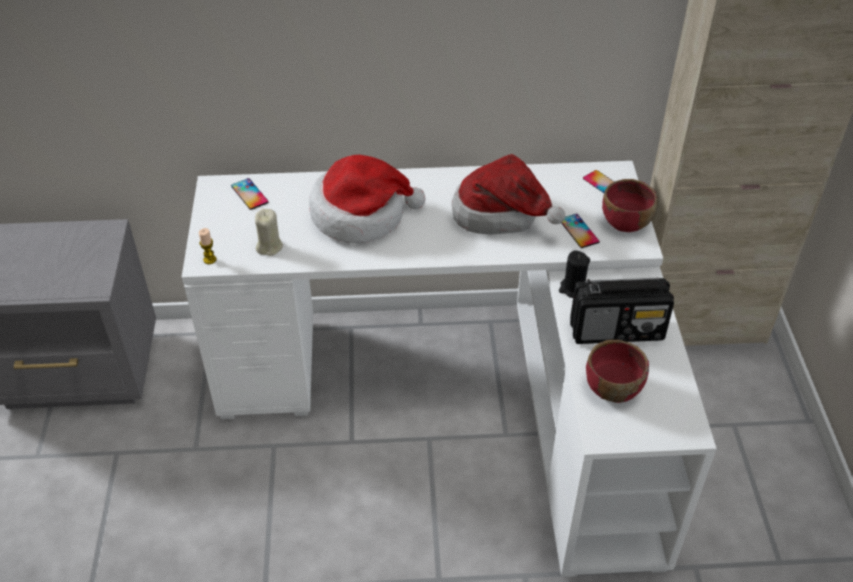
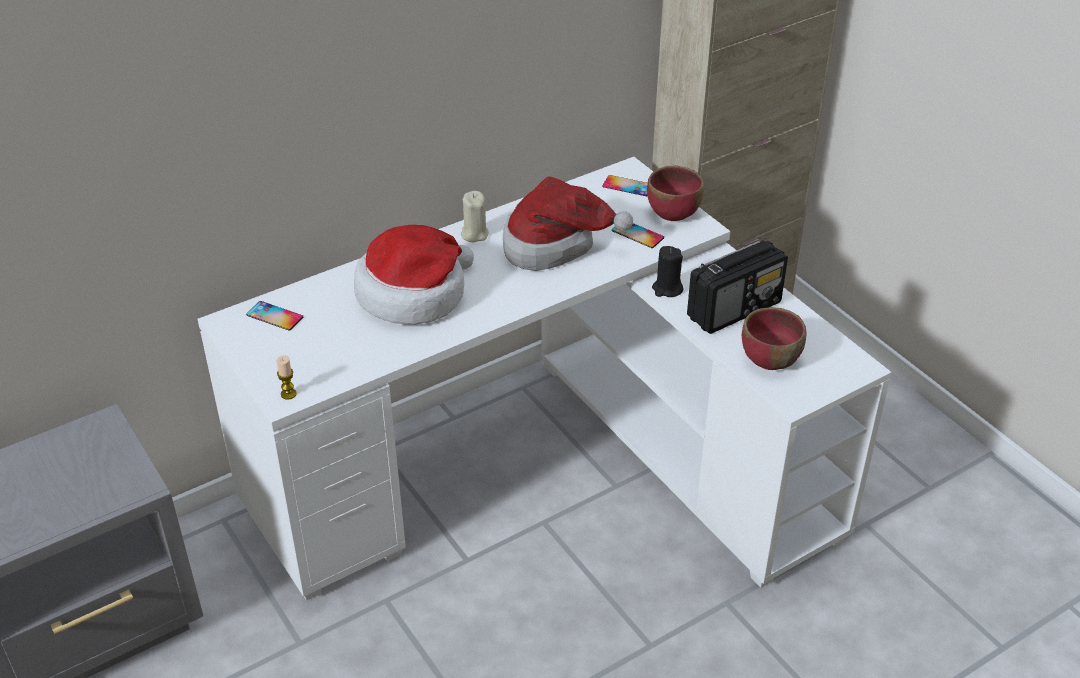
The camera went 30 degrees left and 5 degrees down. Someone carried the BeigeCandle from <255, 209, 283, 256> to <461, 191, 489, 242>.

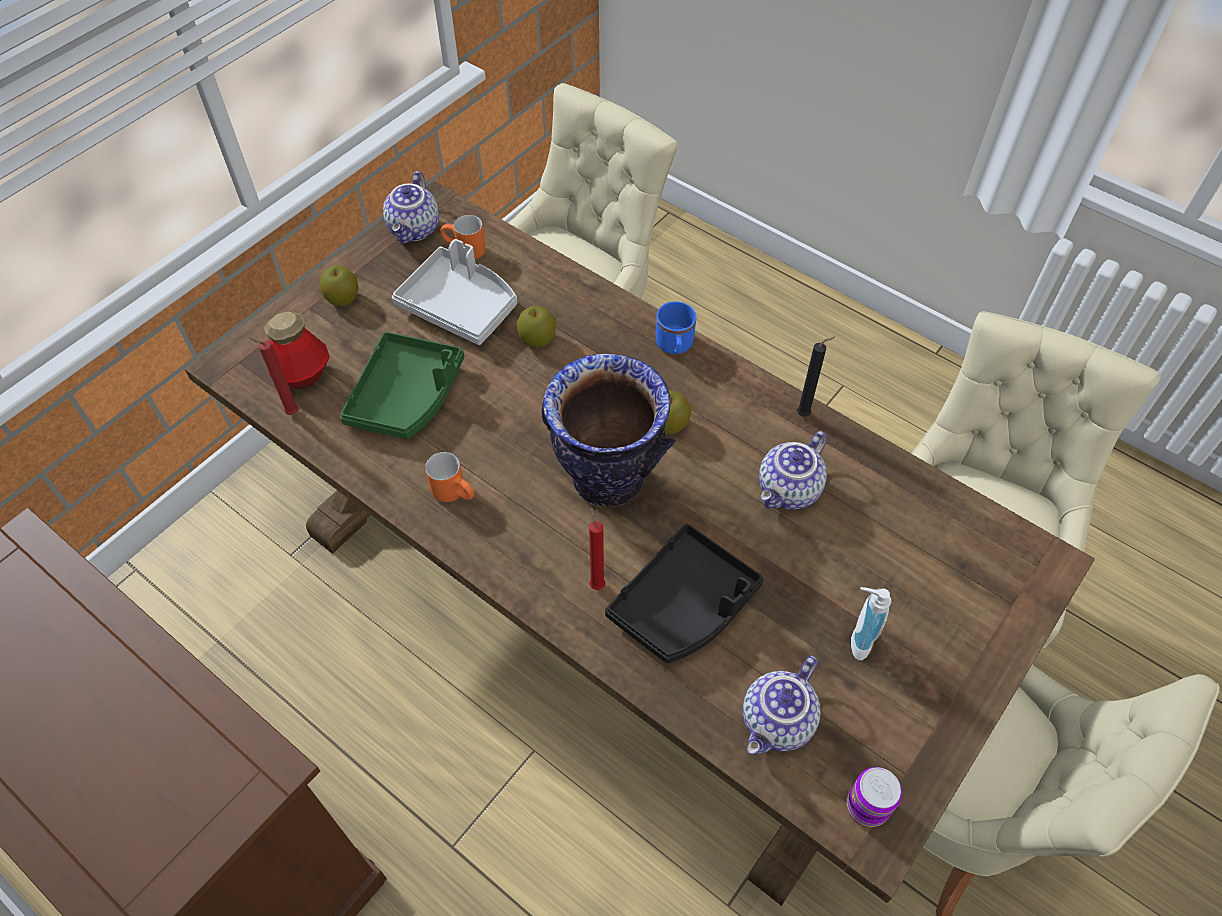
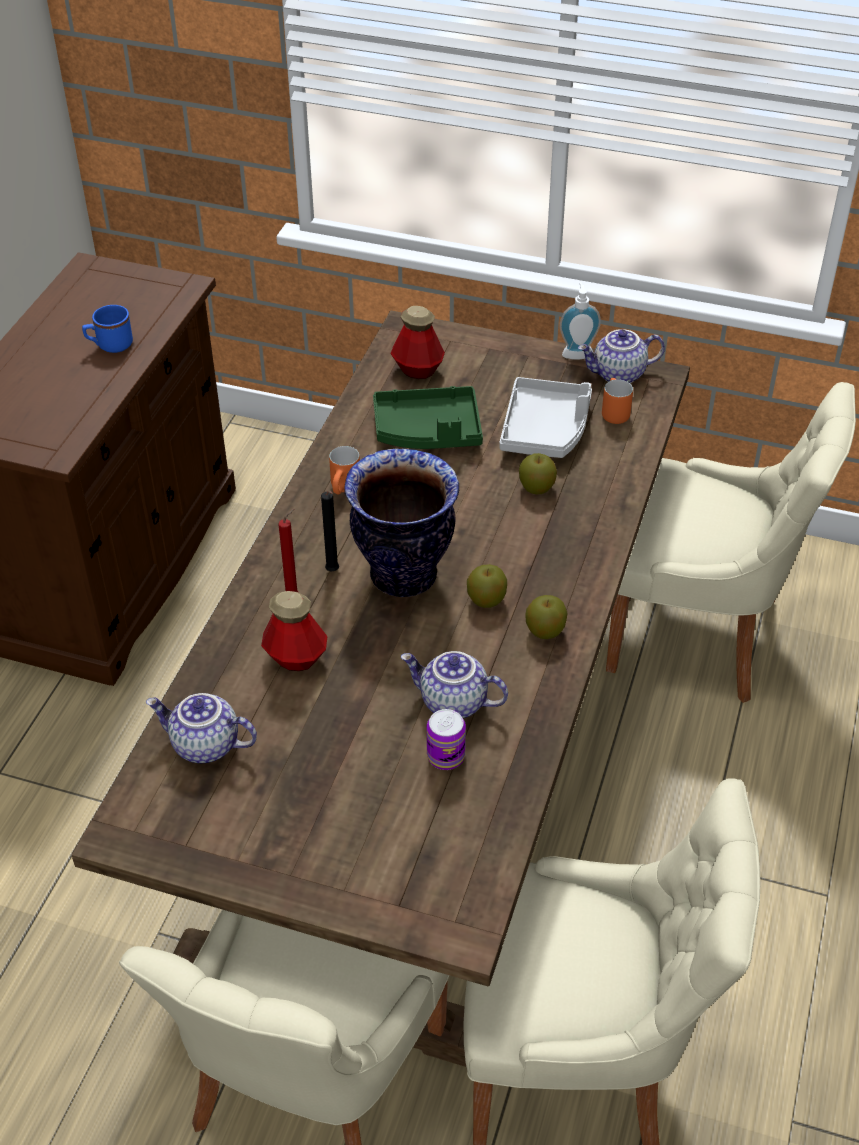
The camera went 70 degrees right and 10 degrees down. Someone carried the BlueMug from <656, 301, 696, 354> to <82, 305, 133, 353>. Someone swapped the BlackTray at <605, 524, 764, 663> for the Bottle at <261, 591, 328, 671>. Someone carried the BlackCandle from <797, 337, 835, 417> to <321, 491, 339, 572>. Someone carried the Can from <847, 767, 902, 827> to <427, 709, 466, 770>. Someone carried the Apple from <319, 265, 359, 306> to <525, 595, 568, 639>. Someone carried the SoapDispenser from <851, 587, 891, 660> to <560, 282, 601, 360>. Someone took away the RedCandle at <248, 337, 299, 415>.

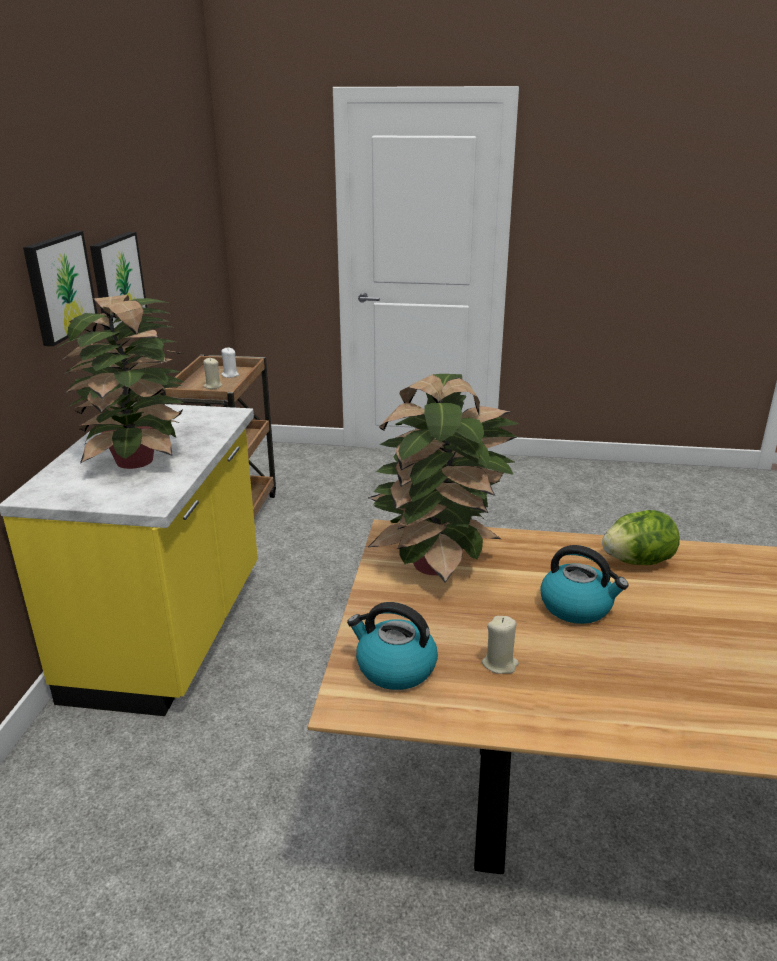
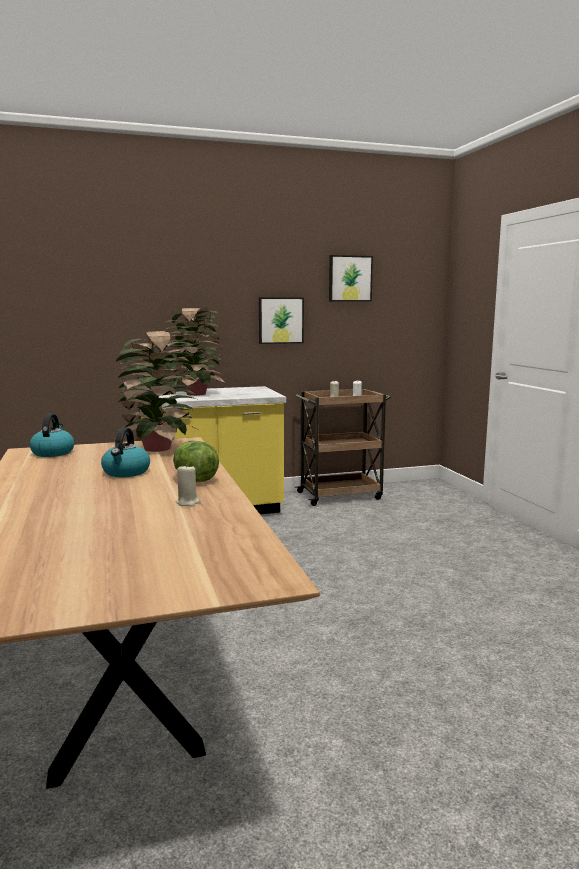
The camera went 65 degrees right and 15 degrees down. Someone carried the BeigeCandle from <482, 616, 519, 674> to <176, 464, 200, 506>. Someone carried the Picture from <23, 231, 97, 346> to <329, 255, 373, 302>.

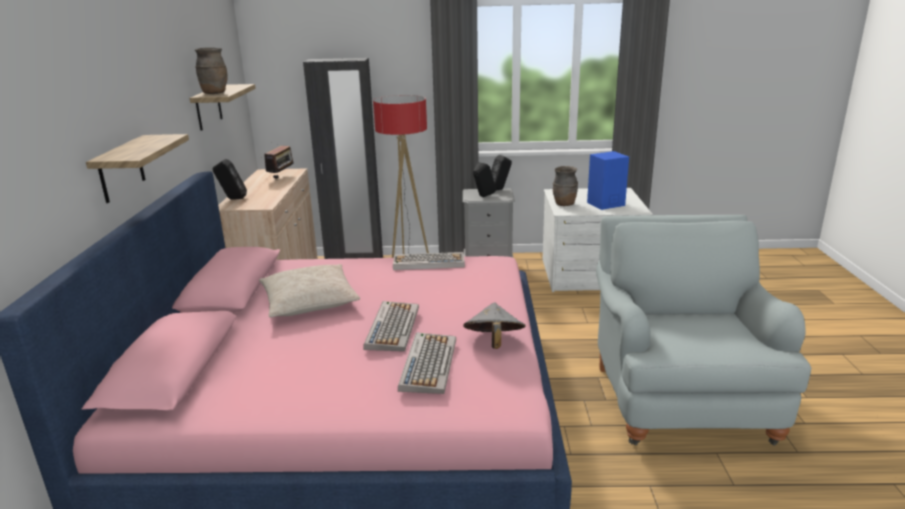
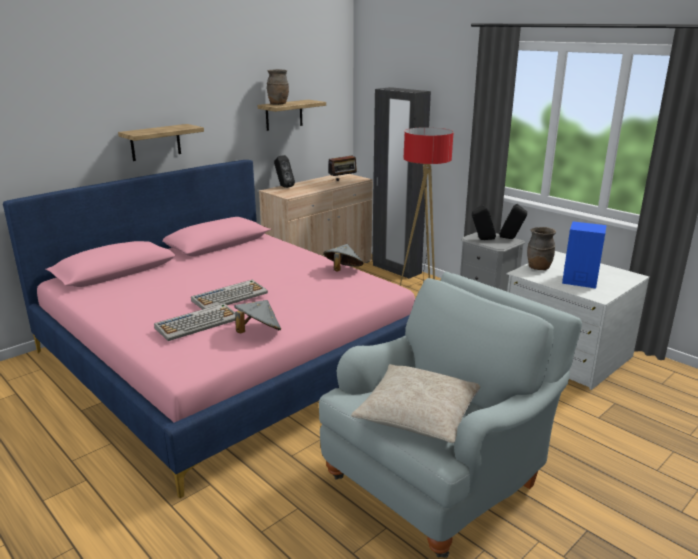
The camera went 45 degrees right and 0 degrees up. Someone swapped the Keyboard at <393, 252, 465, 270> for the GreyHat at <323, 244, 364, 272>. Someone carried the BeigePillow from <259, 264, 360, 317> to <351, 364, 480, 443>.

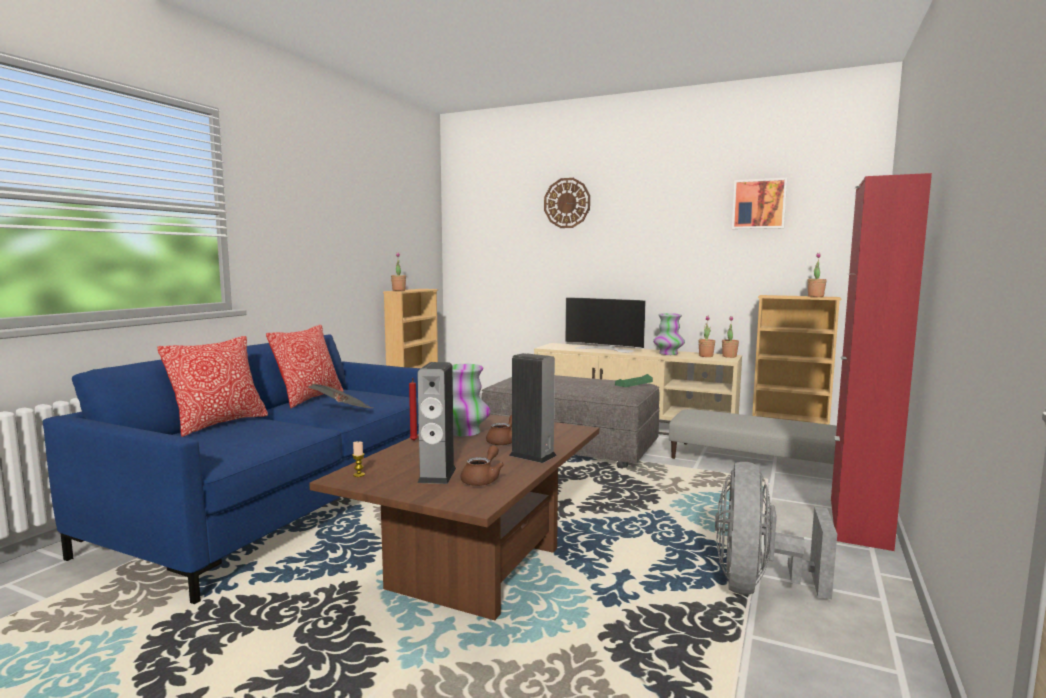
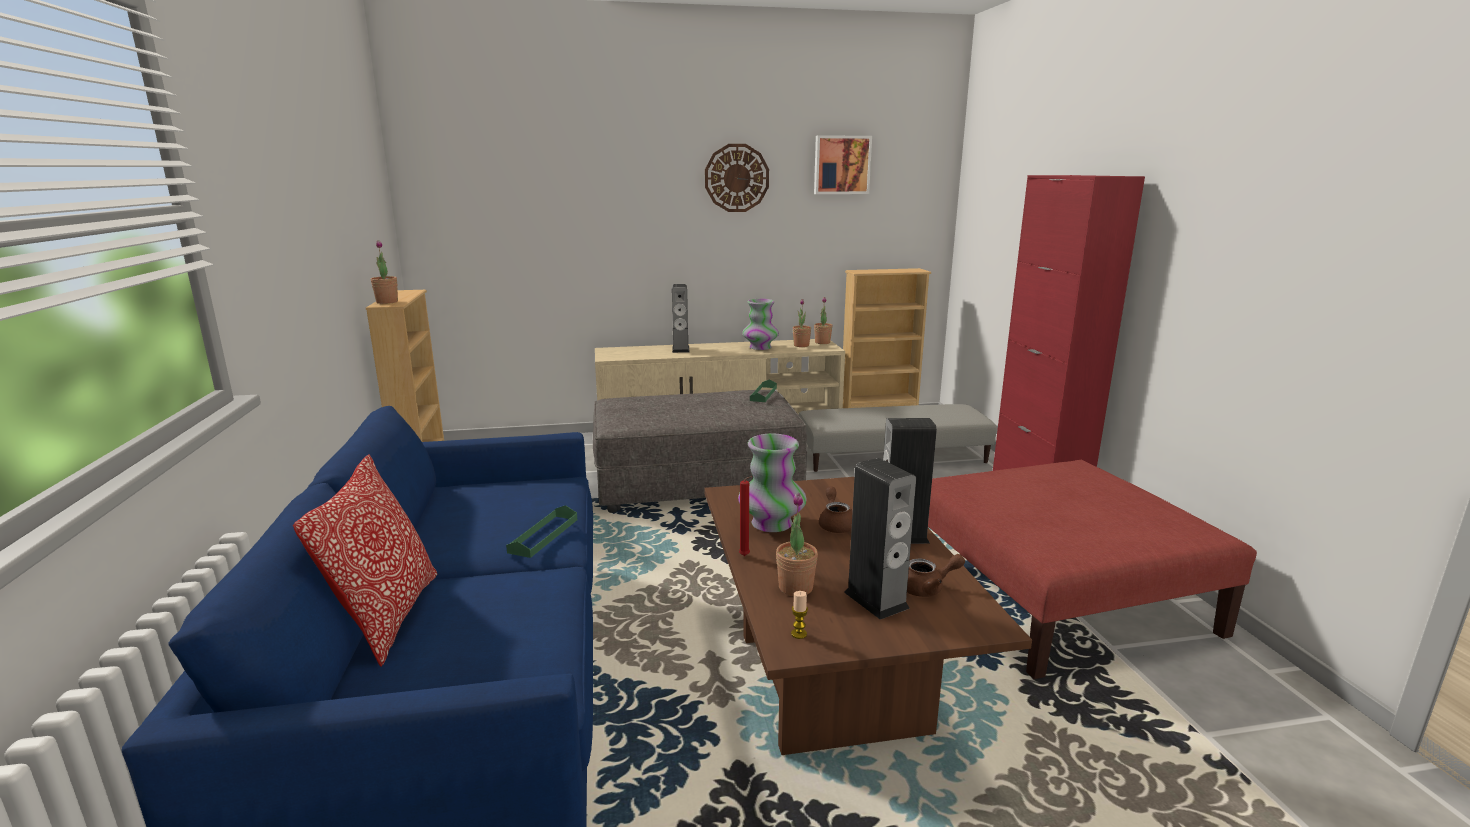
The camera went 35 degrees left and 10 degrees up. Someone swapped the Newspaper at <308, 384, 373, 408> for the GreenTray at <506, 505, 577, 558>. Someone swapped the Television at <565, 297, 646, 353> for the Speaker at <672, 284, 689, 353>. Someone carried the WallClock from <544, 178, 590, 228> to <705, 144, 769, 212>. Someone carried the PottedPlant from <808, 253, 827, 297> to <776, 493, 818, 596>. Someone rotated the BrownTeapot at <461, 445, 504, 486> by 90 degrees clockwise. Someone swapped the GreyFan at <715, 462, 837, 599> for the RedOttoman at <928, 460, 1257, 679>. Someone took away the Pillow at <266, 325, 344, 408>.

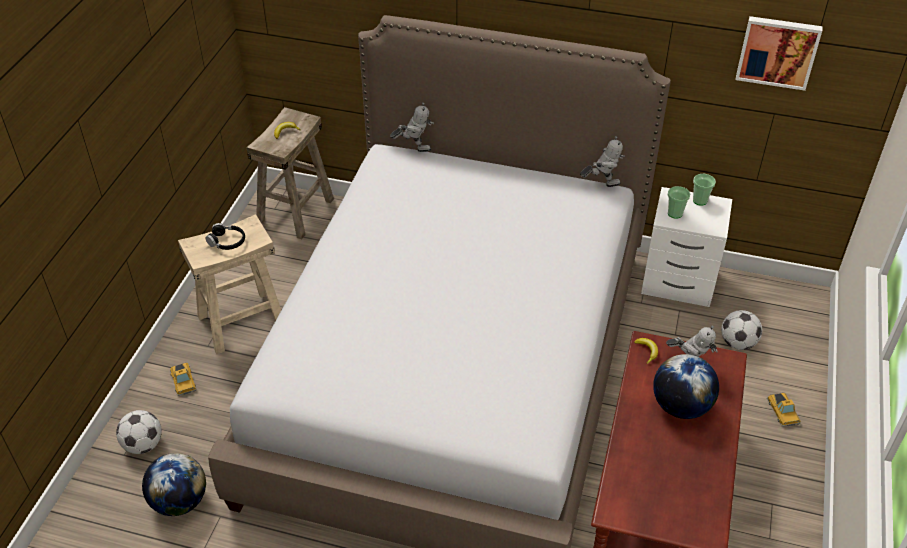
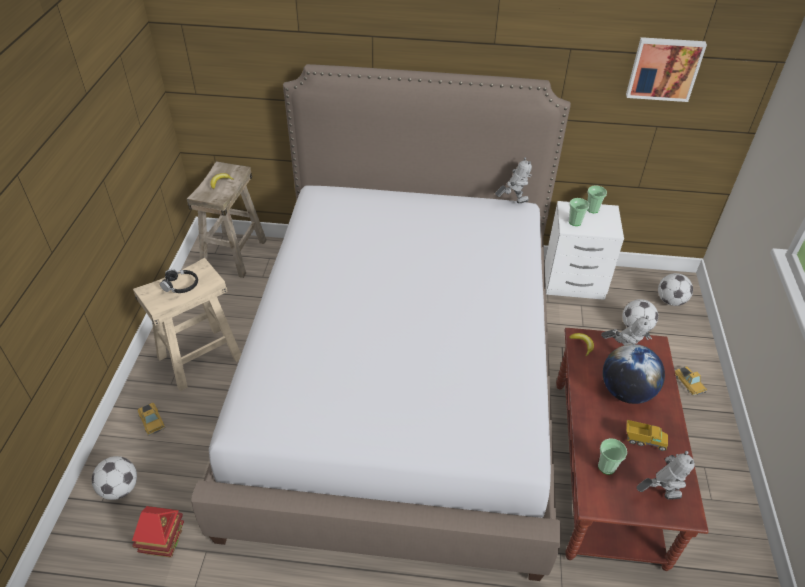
The camera went 10 degrees left and 0 degrees up. Someone swapped the Globe at <142, 453, 206, 516> for the ToyHouse at <132, 506, 184, 558>. Someone put down the Cup at <598, 438, 627, 475>. Someone put down the ToyTruck at <626, 420, 668, 451>. Someone carried the ToyRobot from <390, 102, 434, 152> to <637, 451, 695, 500>. Someone put down the Football at <658, 273, 693, 306>.

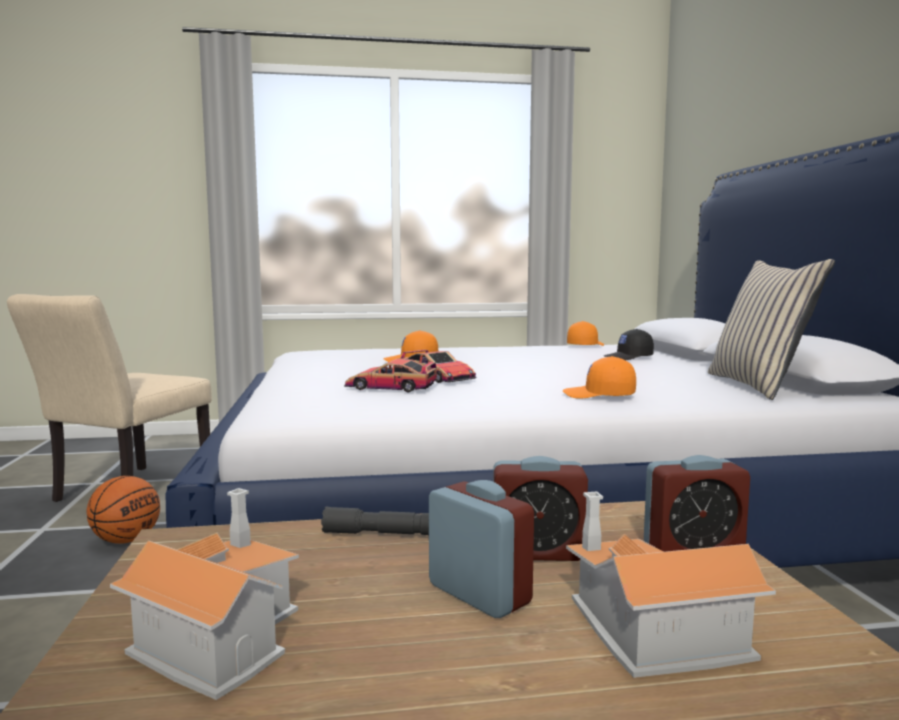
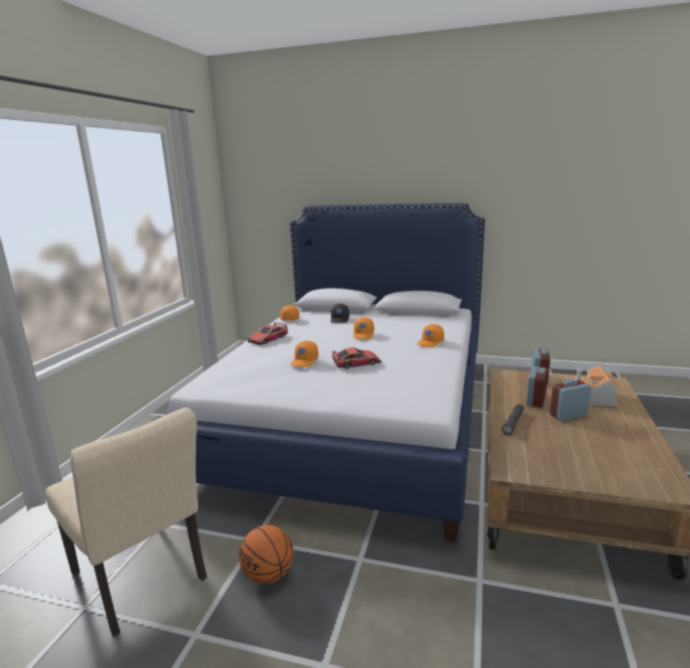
The camera went 65 degrees left and 10 degrees up. Someone carried the ToyCar from <344, 358, 437, 393> to <248, 322, 288, 345>. Someone put down the OrangeCap at <353, 317, 374, 339>. Someone took away the ToyHouse at <110, 488, 299, 700>. Someone took away the BeigePillow at <708, 259, 835, 400>.

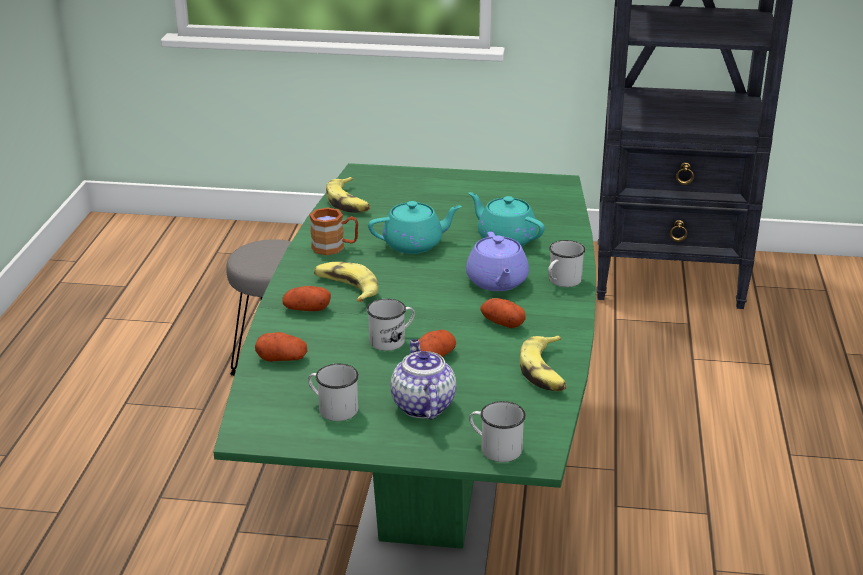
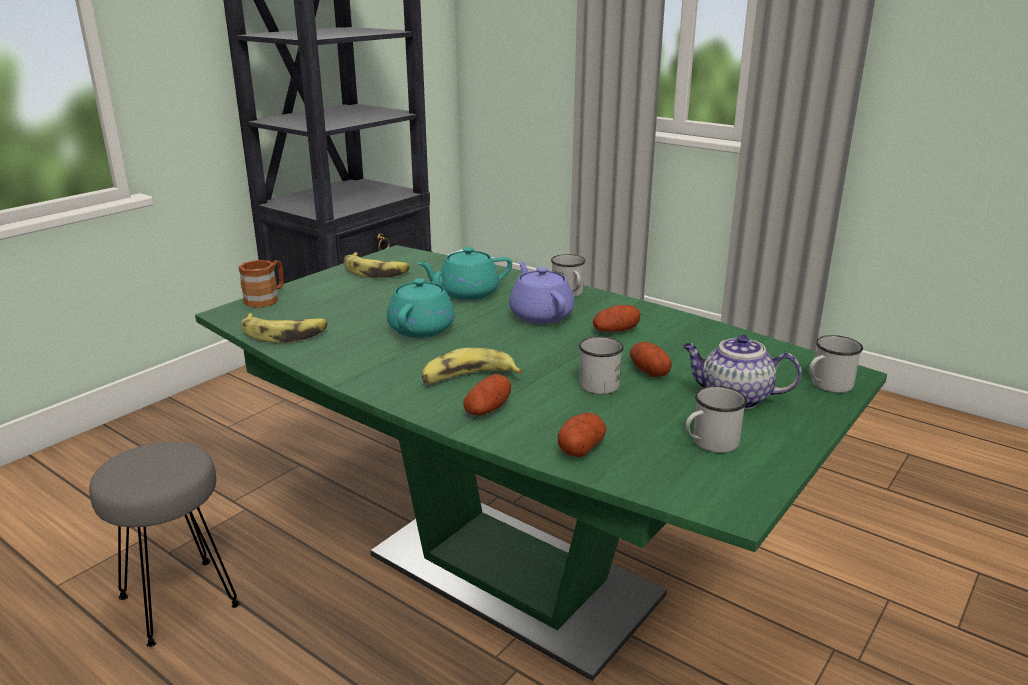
The camera went 60 degrees left and 5 degrees down. Someone carried the BrownMug from <310, 207, 358, 255> to <238, 260, 284, 308>. Someone carried the Banana from <520, 335, 567, 391> to <344, 252, 410, 278>. Someone rotated the PurpleTeapot at <466, 232, 529, 291> by 135 degrees counterclockwise.

